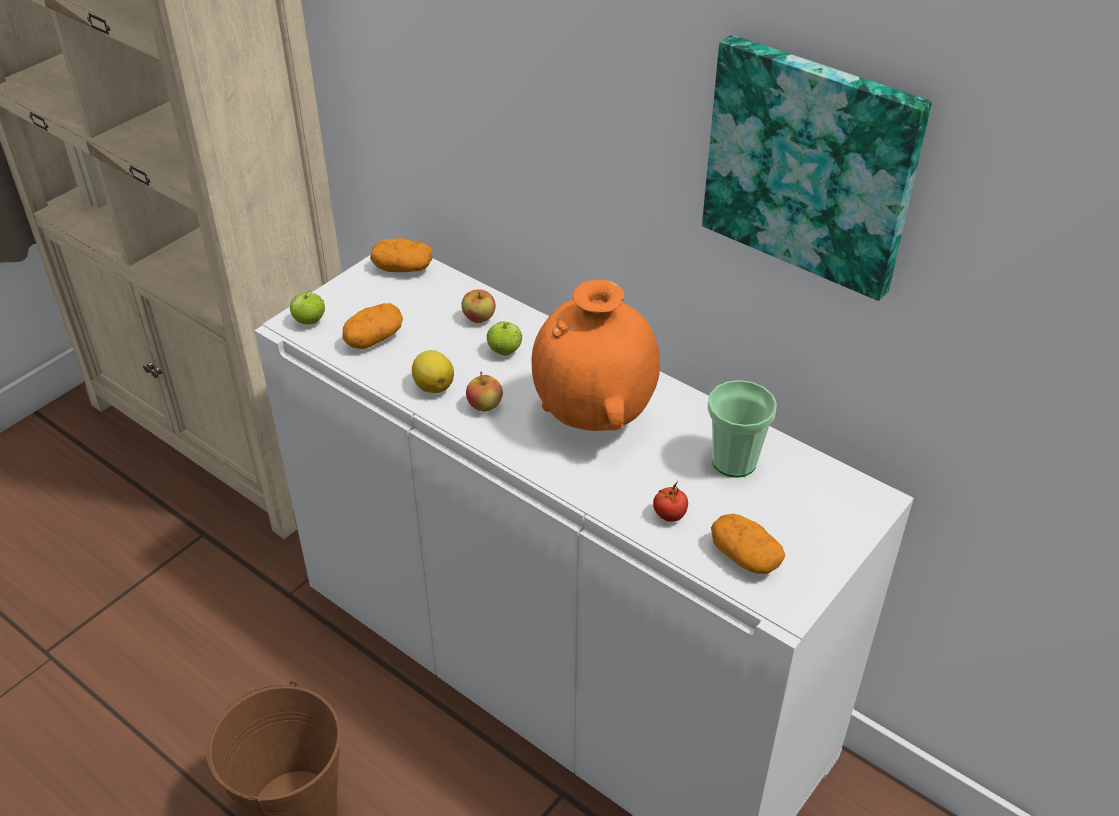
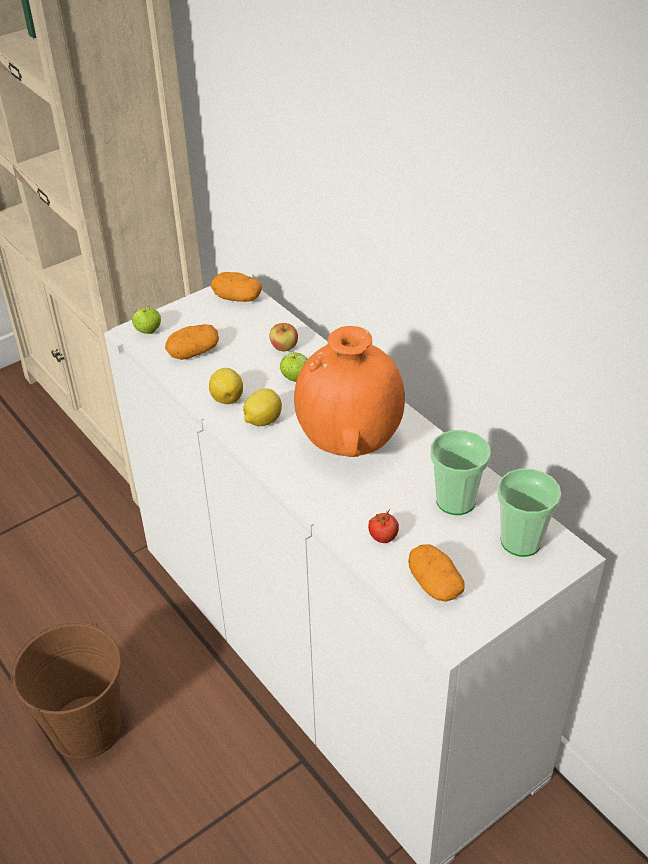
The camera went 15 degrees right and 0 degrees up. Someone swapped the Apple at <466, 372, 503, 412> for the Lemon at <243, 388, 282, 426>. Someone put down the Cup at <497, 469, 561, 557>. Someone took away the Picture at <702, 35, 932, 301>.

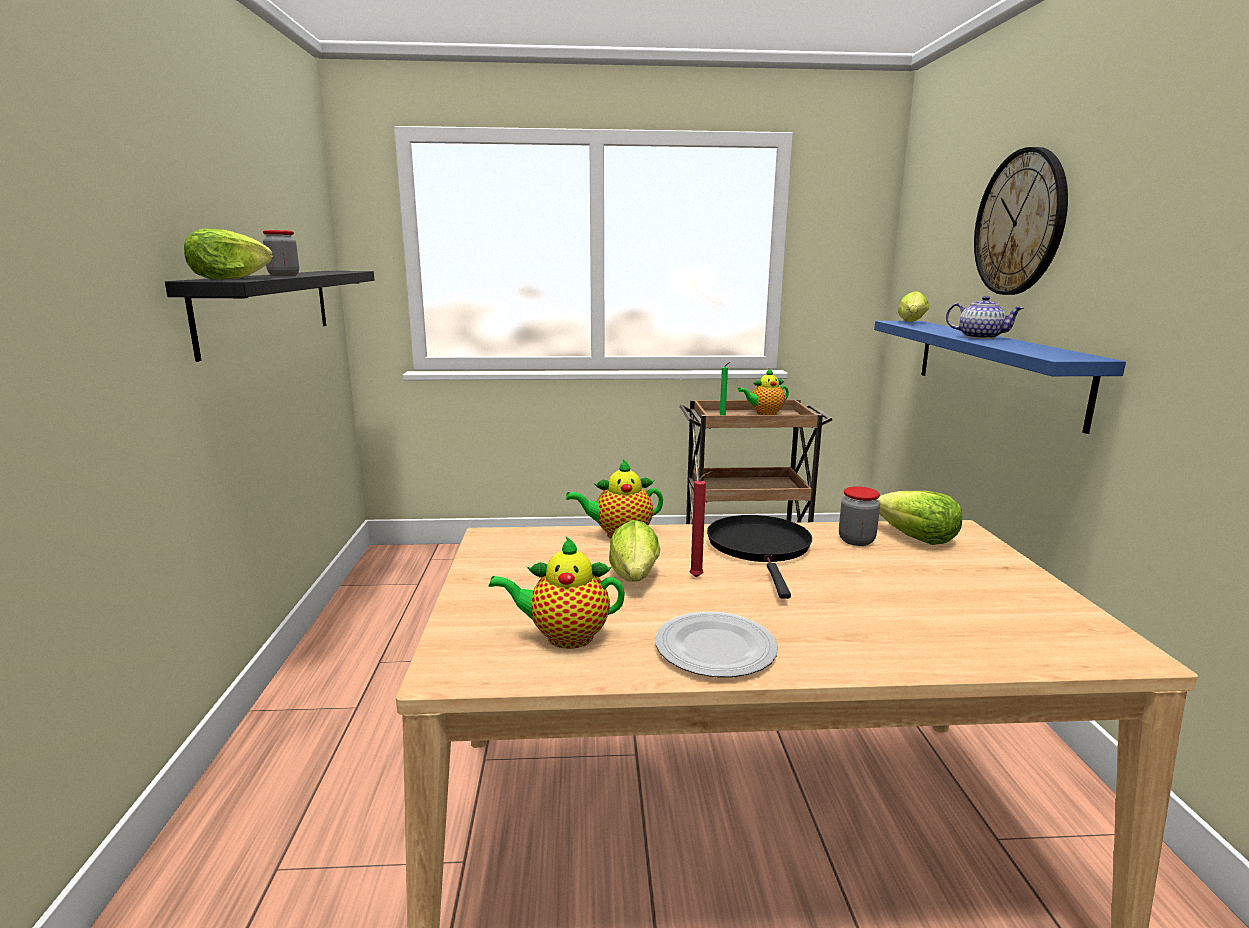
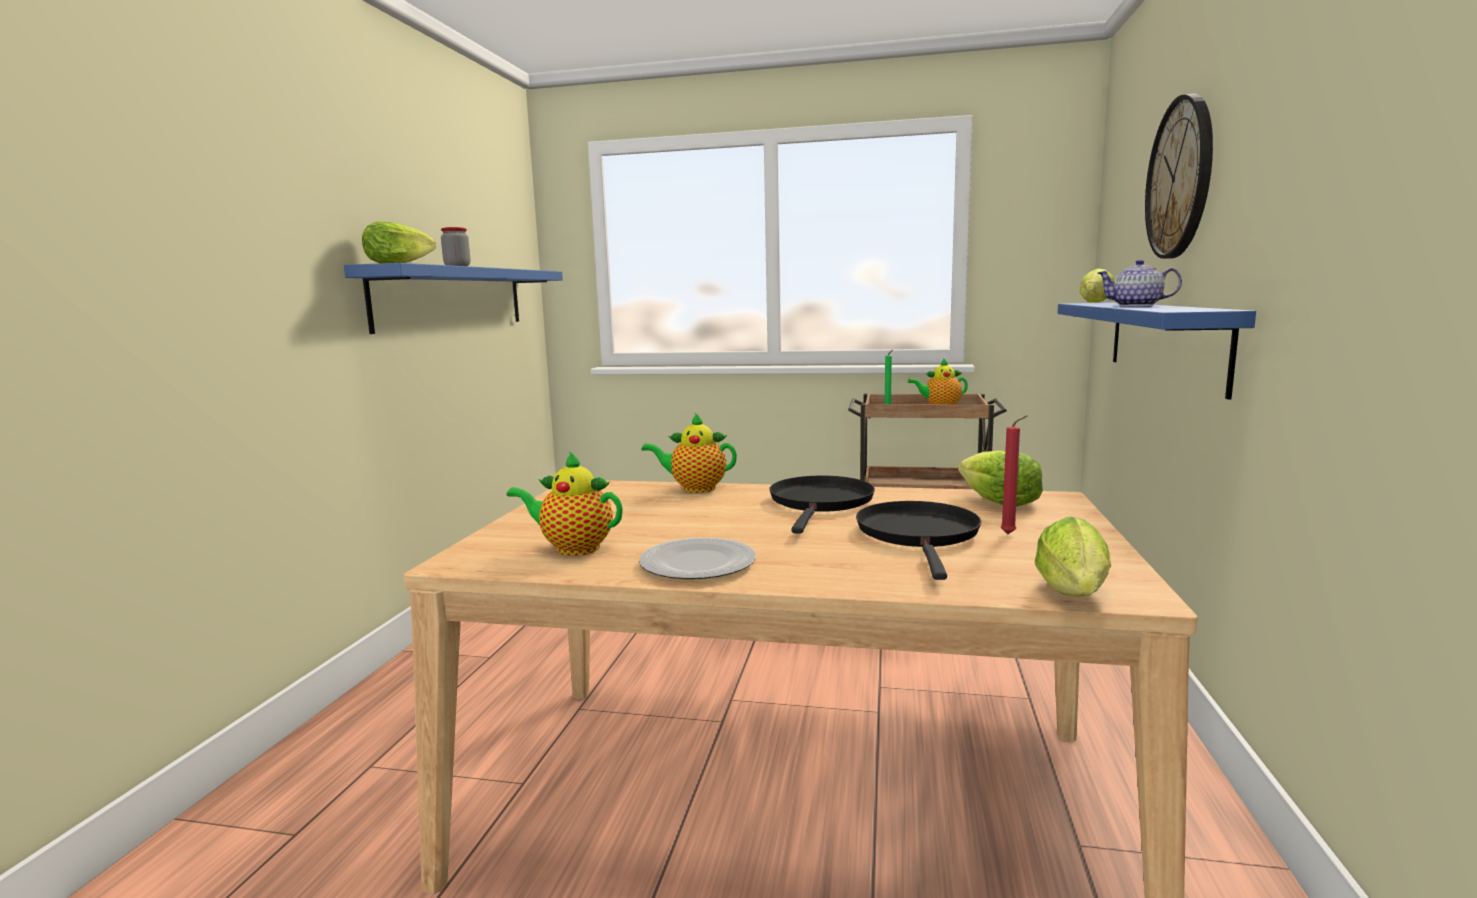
The camera went 15 degrees right and 5 degrees down. Someone repainted the BlackShelf at <165, 271, 374, 362>, which became the BlueShelf at <344, 263, 563, 334>. Someone put down the BlackFryingPan at <856, 501, 981, 580>. Someone carried the RedCandle from <689, 471, 713, 577> to <1000, 416, 1027, 534>. Someone carried the Lettuce from <609, 520, 660, 582> to <1035, 516, 1111, 597>. Someone rotated the Teapot at <946, 296, 1024, 339> by 150 degrees clockwise. Someone took away the Jar at <839, 486, 880, 546>.

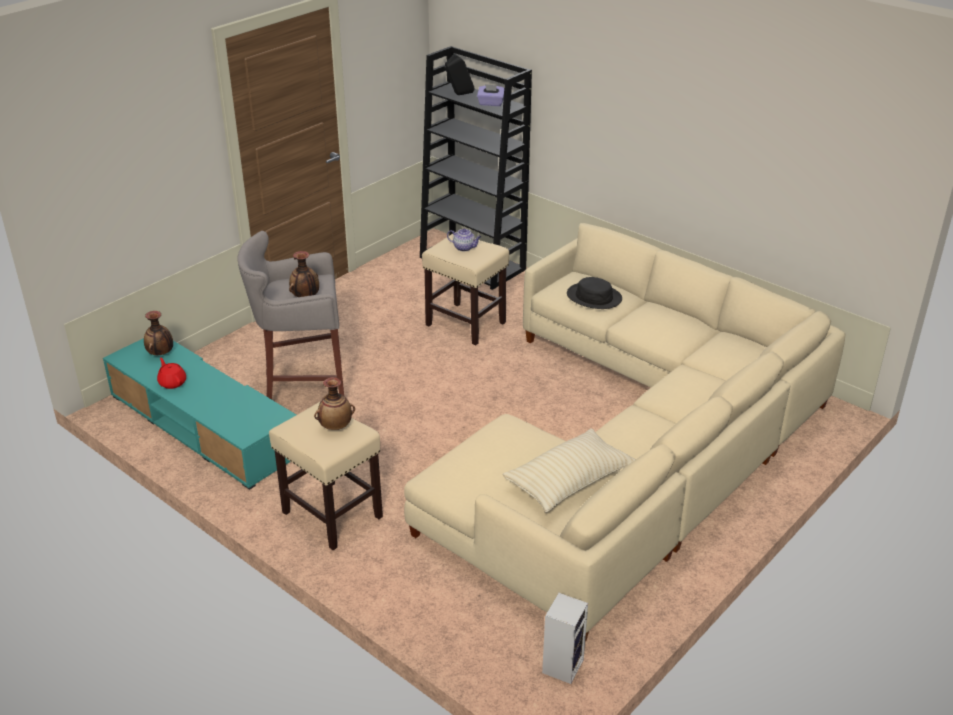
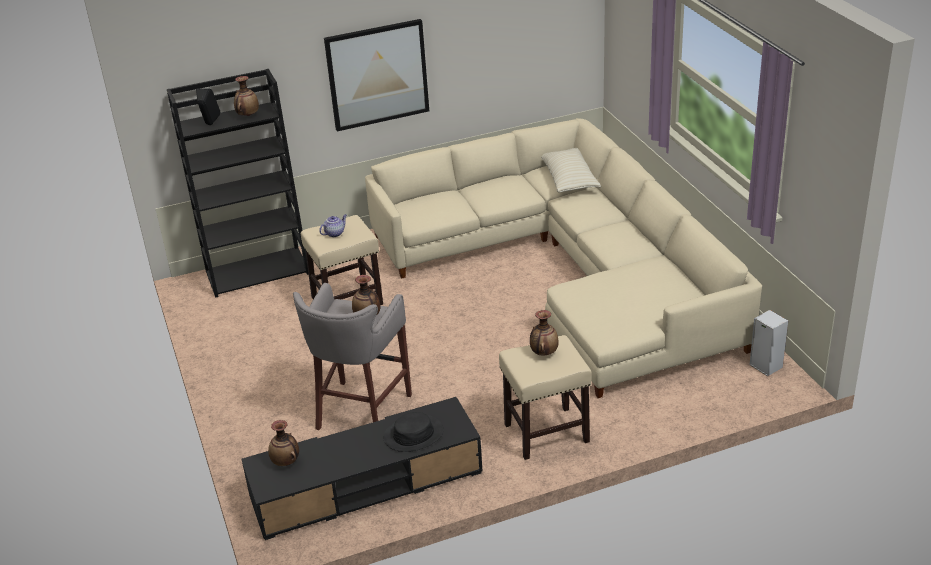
The camera went 60 degrees left and 0 degrees up. Someone swapped the PurpleTissueBox at <477, 84, 504, 106> for the Vase at <234, 76, 259, 116>. Someone repainted the TurquoiseTvStand at <103, 338, 296, 490>, which became the BlackTvStand at <242, 397, 482, 540>. Someone put up the Picture at <324, 19, 429, 131>. Someone carried the BlackHat from <567, 277, 622, 309> to <383, 412, 444, 452>. Someone carried the BeigePillow from <503, 428, 636, 513> to <541, 148, 601, 192>. Someone took away the RedTeapot at <157, 358, 186, 389>.

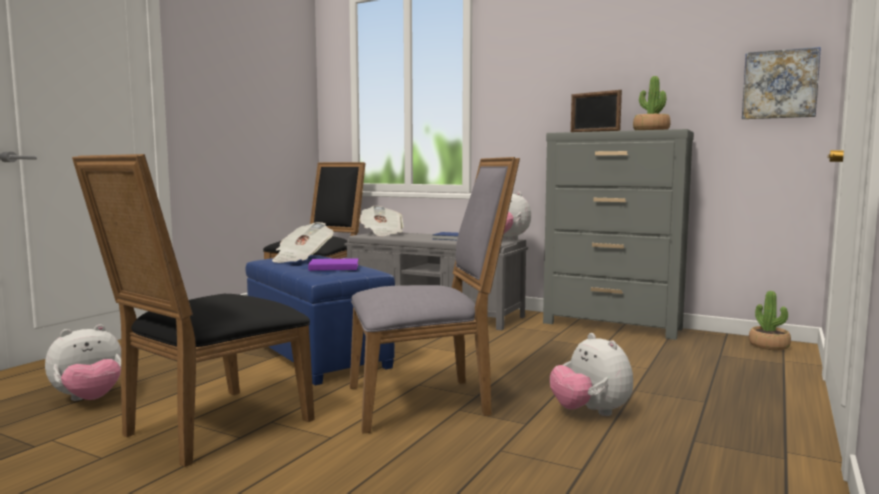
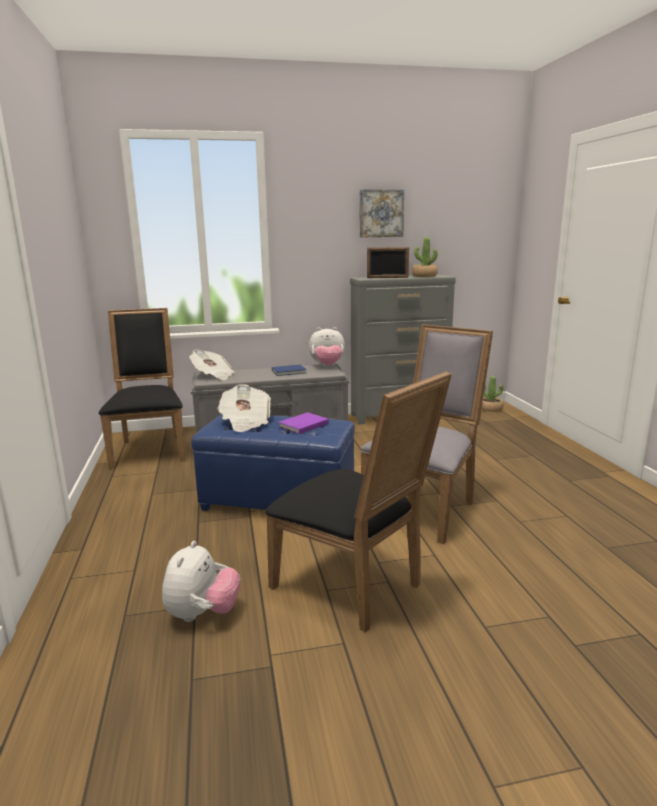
The camera went 40 degrees left and 10 degrees up. Someone rotated the BlackChair at <72, 154, 315, 467> by 45 degrees counterclockwise. Someone carried the Picture from <742, 47, 821, 119> to <360, 190, 404, 237>. Someone took away the PlushToy at <550, 333, 633, 416>.

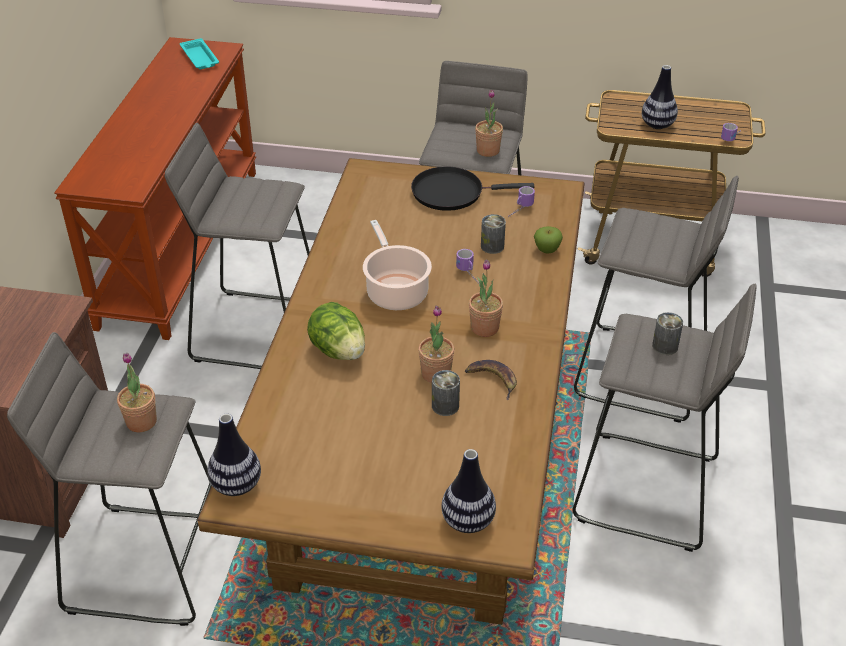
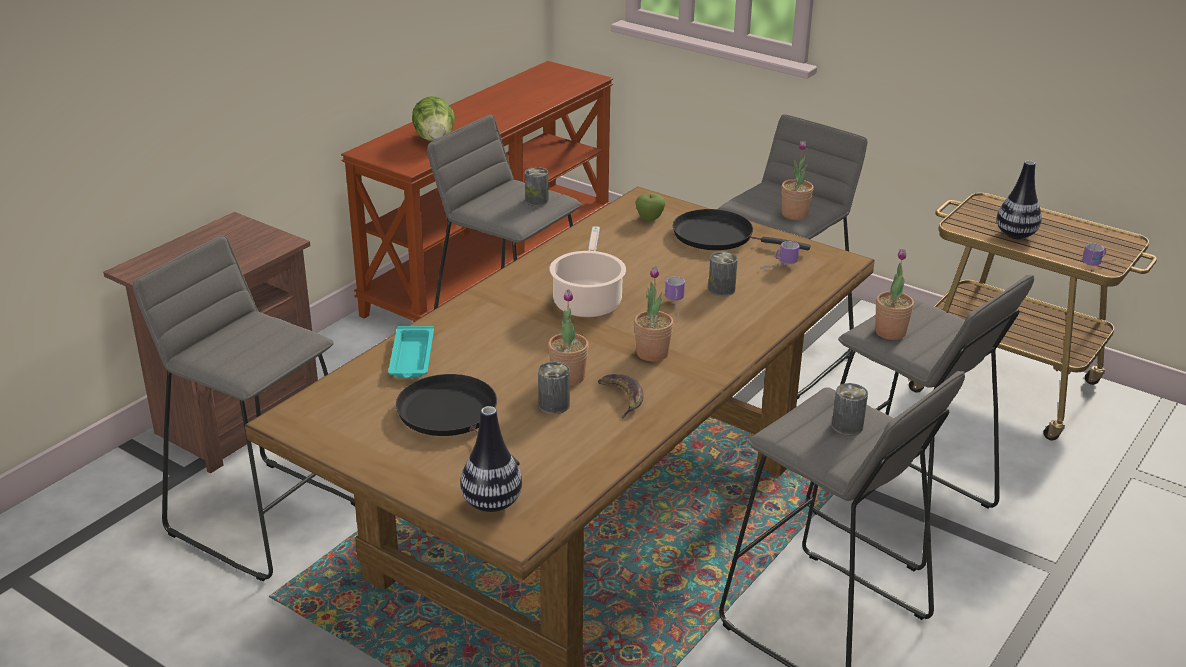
The camera went 25 degrees right and 10 degrees down. Someone carried the TurquoiseTray from <180, 38, 219, 69> to <388, 326, 434, 378>. Someone put down the BlackFryingPan at <396, 374, 520, 466>. Someone carried the Lettuce from <307, 302, 365, 360> to <412, 96, 455, 141>. Someone put down the Can at <525, 167, 549, 206>. Someone carried the Apple from <534, 226, 563, 254> to <635, 193, 665, 221>. Someone carried the PottedPlant from <117, 353, 157, 433> to <875, 249, 914, 340>. Someone took away the Vase at <207, 414, 261, 496>.

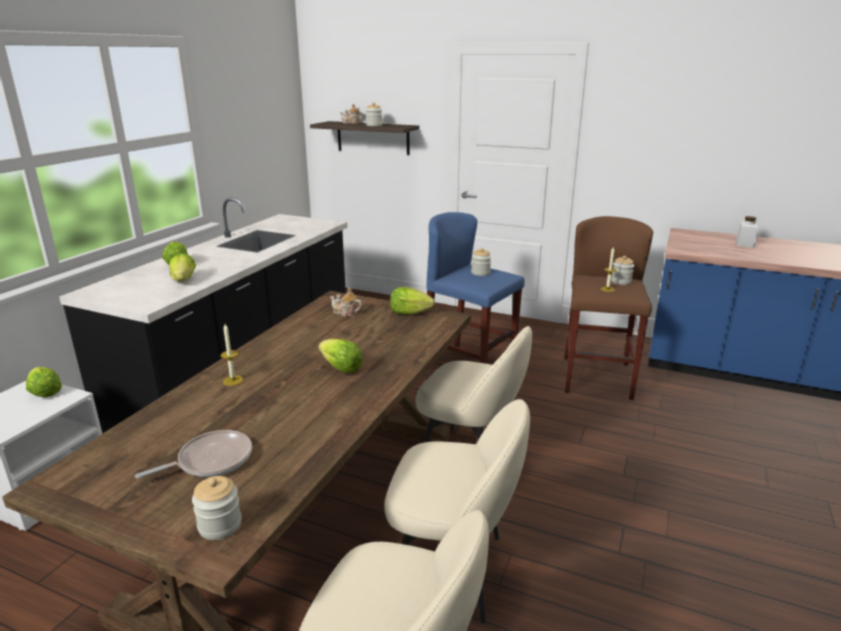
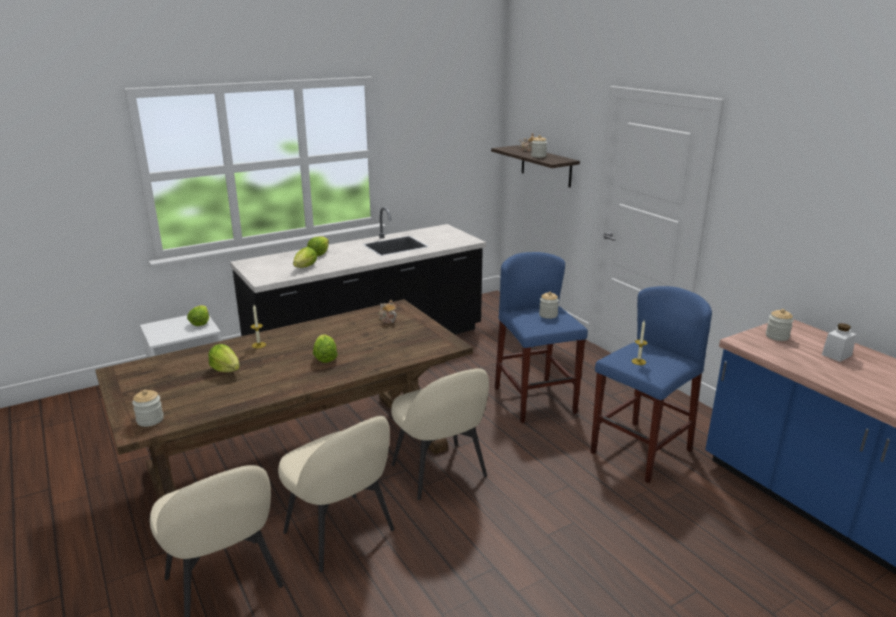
The camera went 35 degrees right and 0 degrees up. Someone carried the Lettuce from <390, 287, 435, 315> to <208, 344, 240, 373>. Someone repainted the BrownStool at <565, 216, 653, 400>, which became the BlueStool at <591, 286, 712, 483>. Someone carried the Jar from <611, 256, 634, 285> to <766, 309, 794, 341>. Someone took away the FryingPan at <135, 430, 252, 478>.

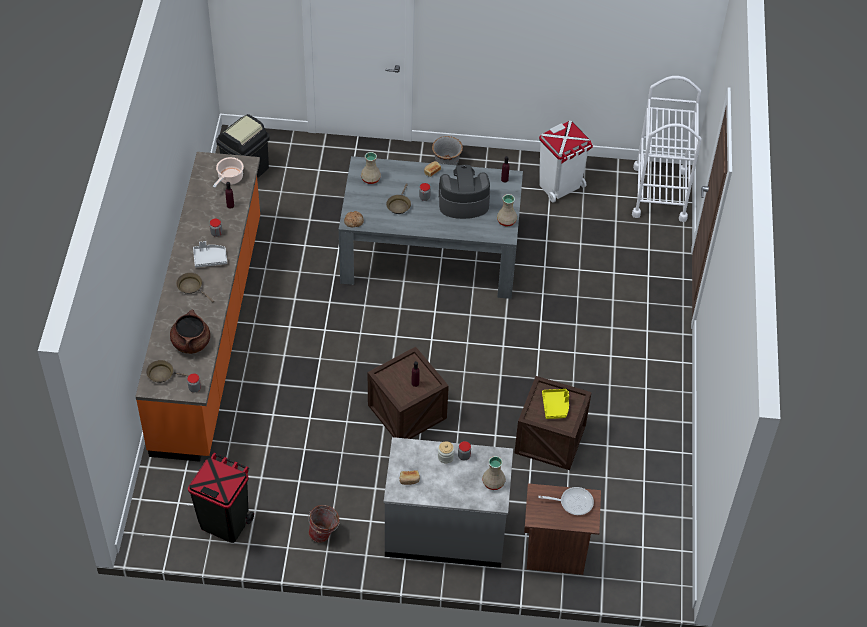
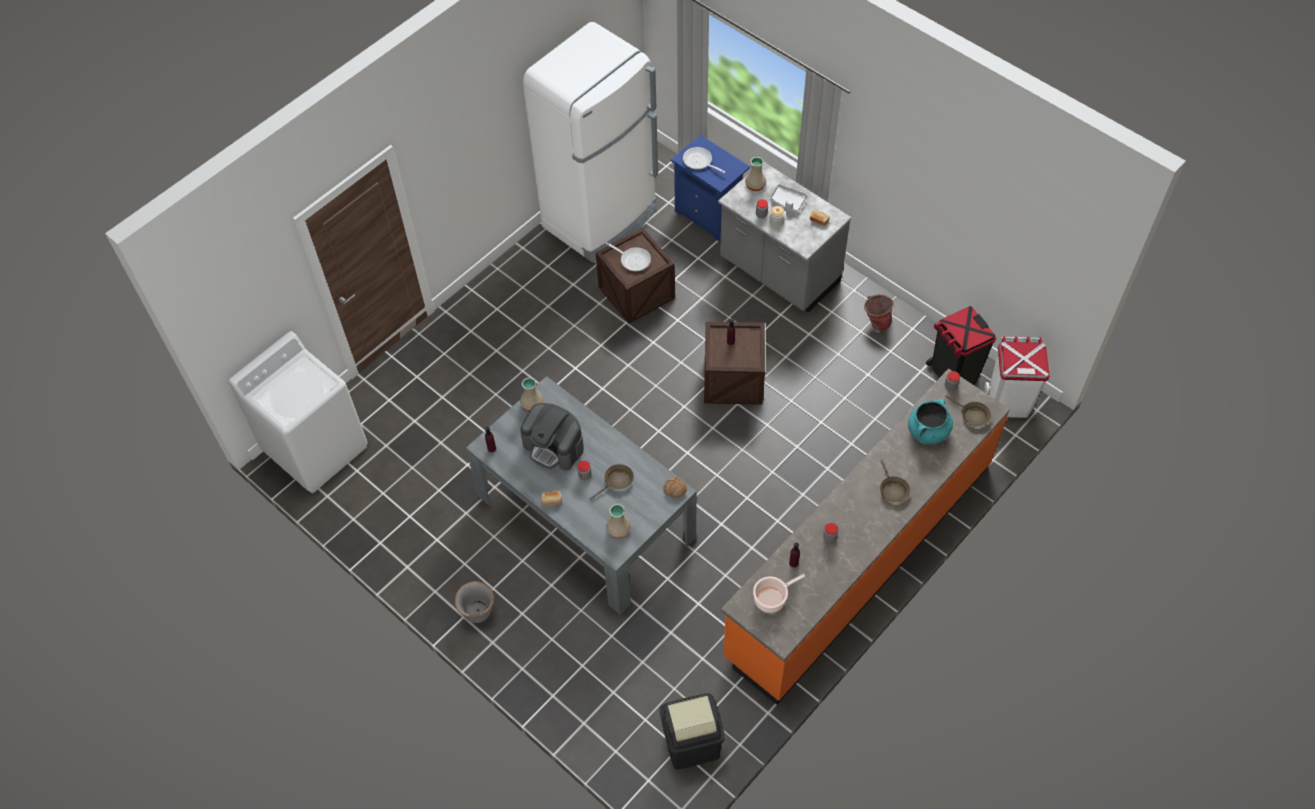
The camera went 140 degrees left and 5 degrees up. Someone swapped the WhiteCart at <632, 76, 702, 222> for the WhiteWashingMachine at <228, 331, 367, 493>. Someone put down the WhiteFridge at <523, 22, 658, 263>. Someone swapped the YellowTray at <542, 389, 569, 419> for the FryingPan at <605, 242, 651, 271>. Someone repainted the BrownNightstand at <524, 483, 601, 575>, which became the BlueNightstand at <671, 135, 750, 241>. Someone carried the GreyTray from <193, 241, 227, 267> to <770, 184, 807, 213>. Someone repainted the BrownCookingPot at <170, 309, 210, 354>, which became the TurquoiseCookingPot at <908, 399, 953, 444>. Someone carried the WhiteTrashCan from <539, 121, 593, 203> to <984, 336, 1050, 418>.

